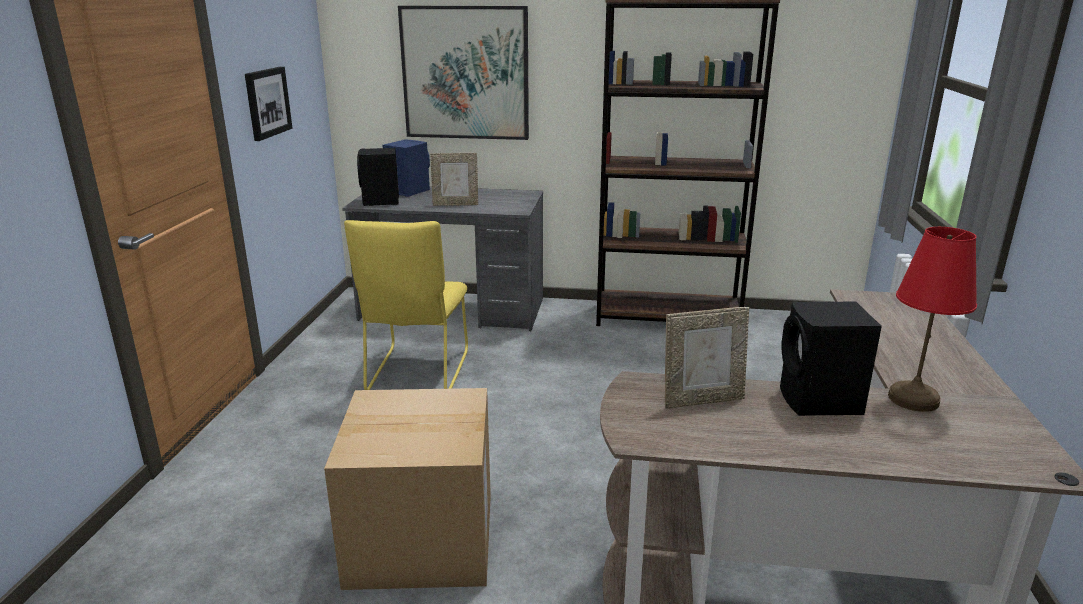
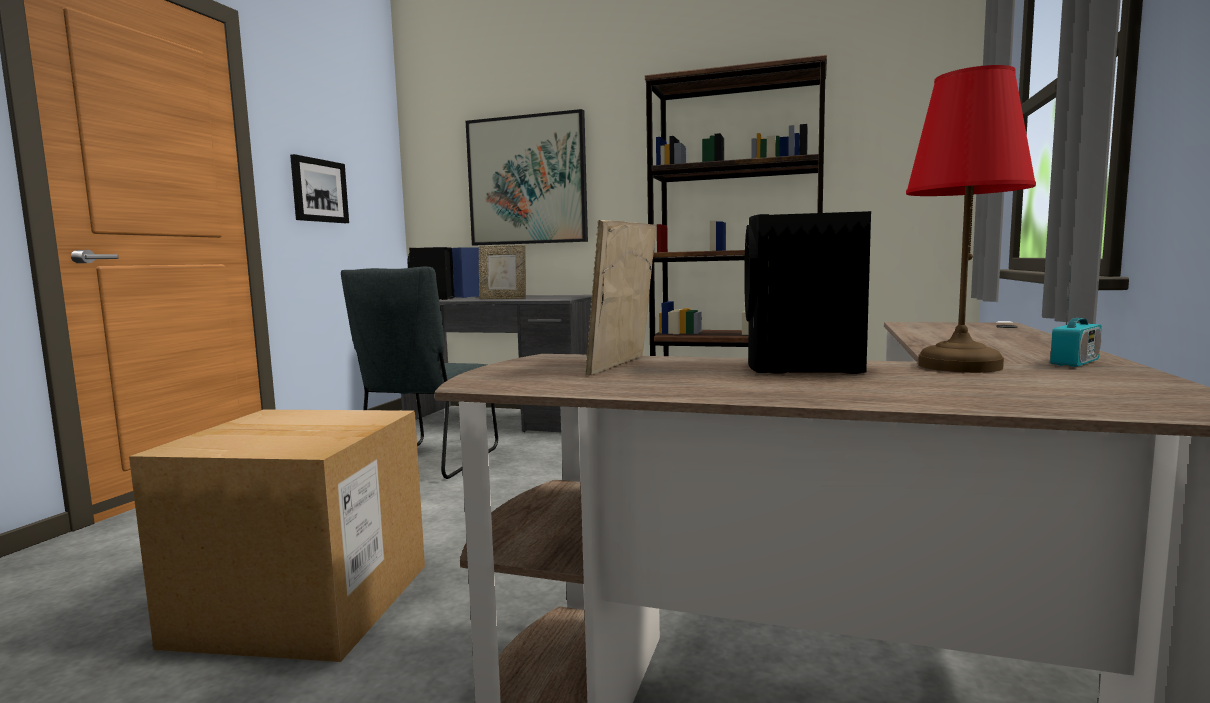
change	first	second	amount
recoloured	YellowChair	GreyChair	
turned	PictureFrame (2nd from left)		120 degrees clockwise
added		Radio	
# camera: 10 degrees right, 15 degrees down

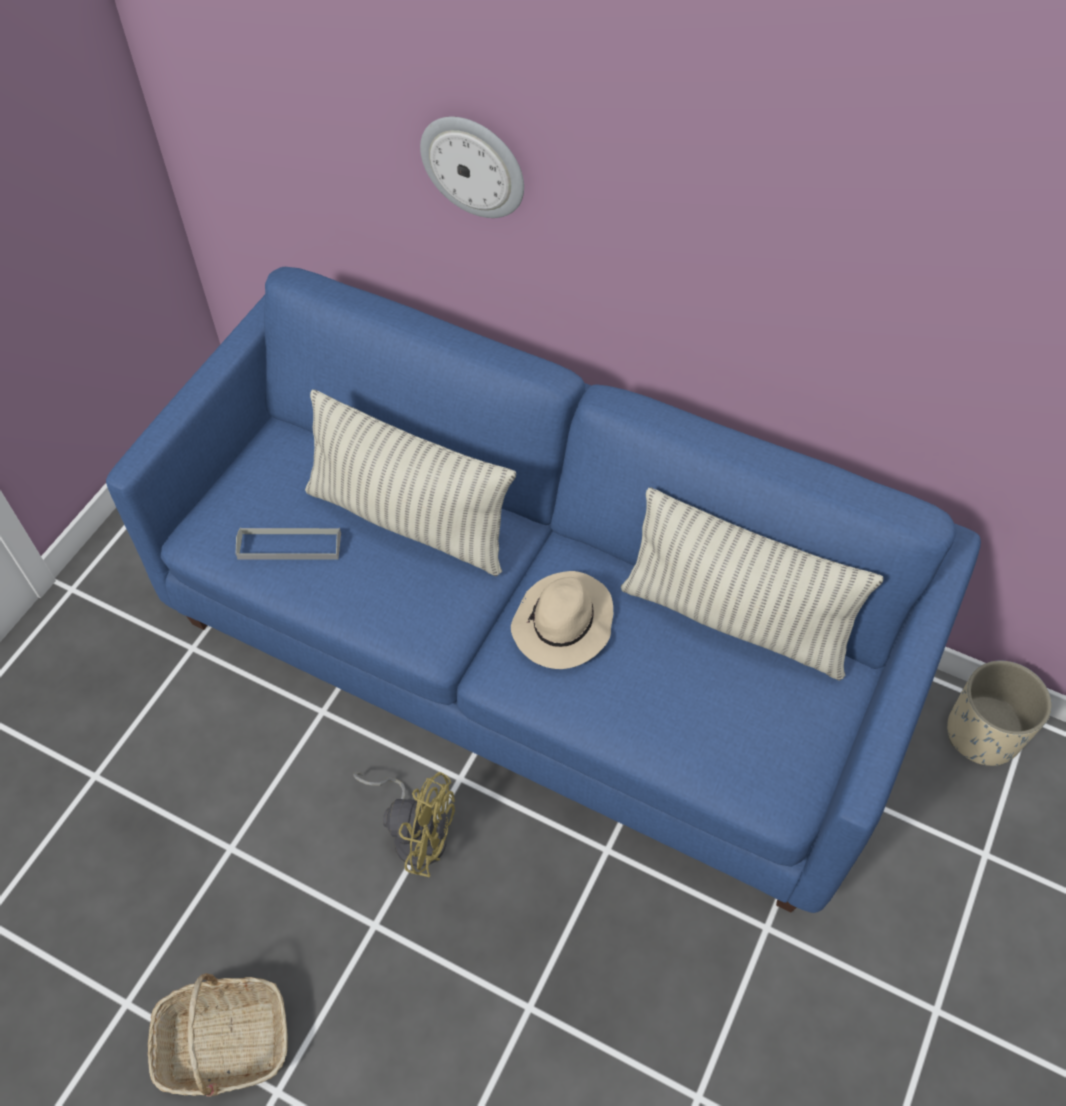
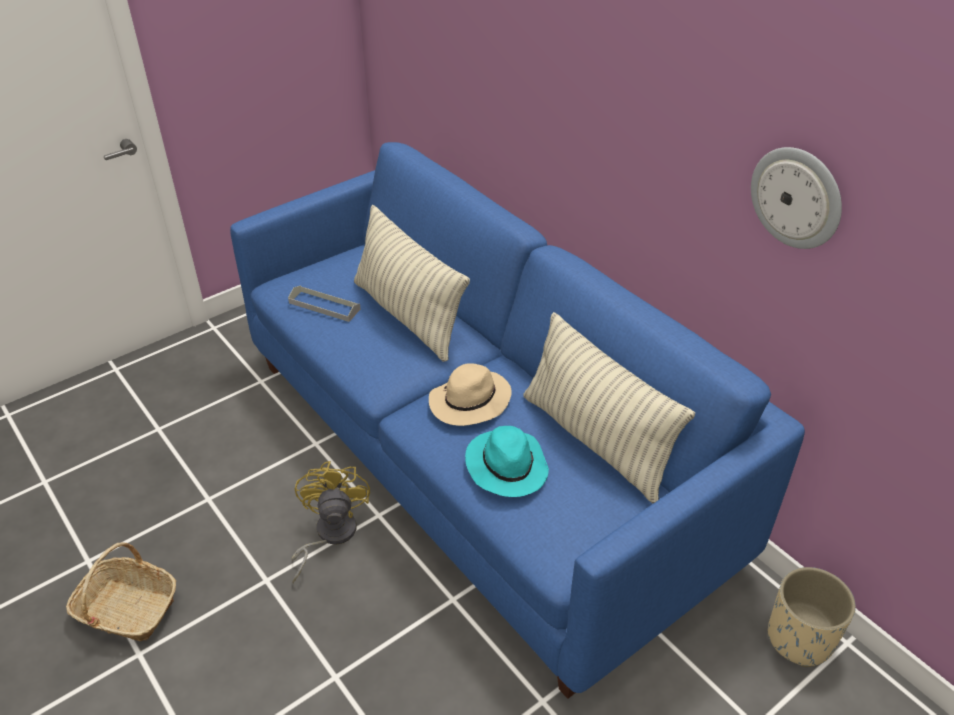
change	first	second	amount
turned	YellowFan		135 degrees counterclockwise
moved	WallClock		
added		TurquoiseHat	
# camera: 25 degrees right, 15 degrees down

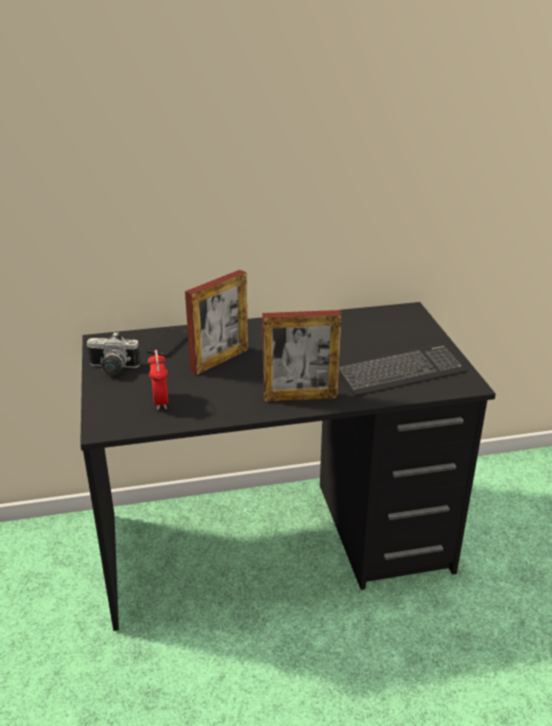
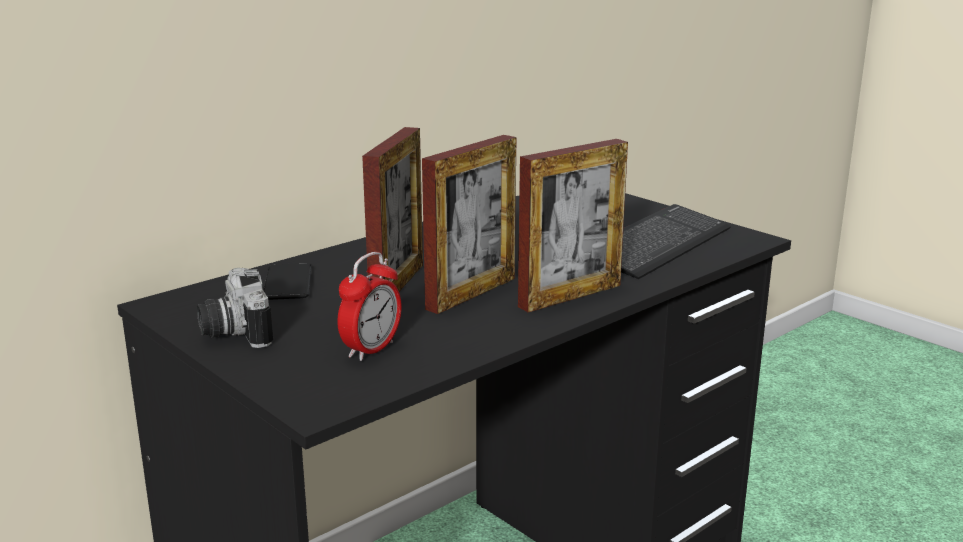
change	first	second	amount
turned	PhotoCamera		90 degrees clockwise
turned	AlarmClock		75 degrees clockwise
added		PictureFrame (2nd from left)	
# camera: 30 degrees left, 10 degrees down

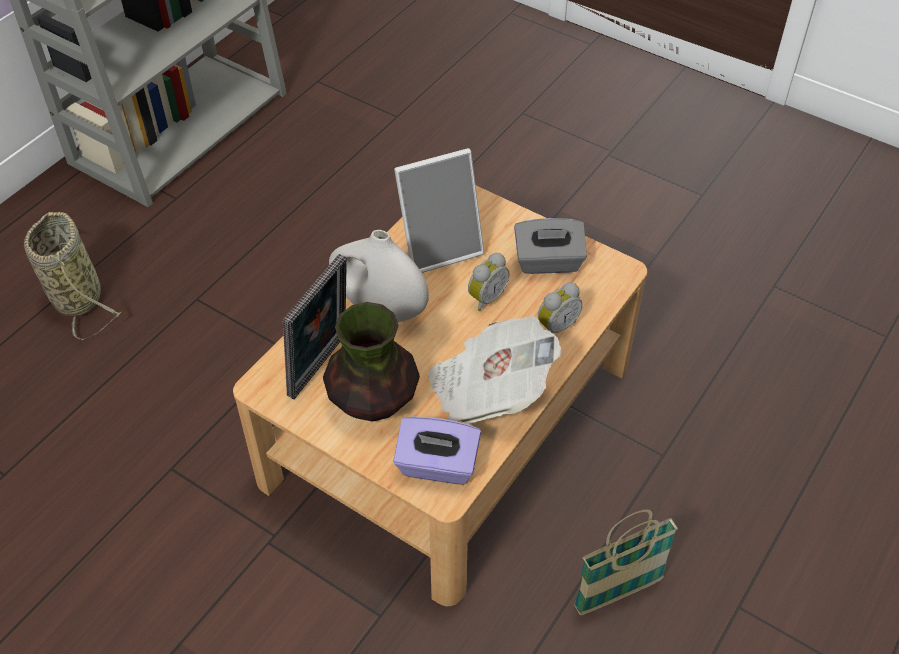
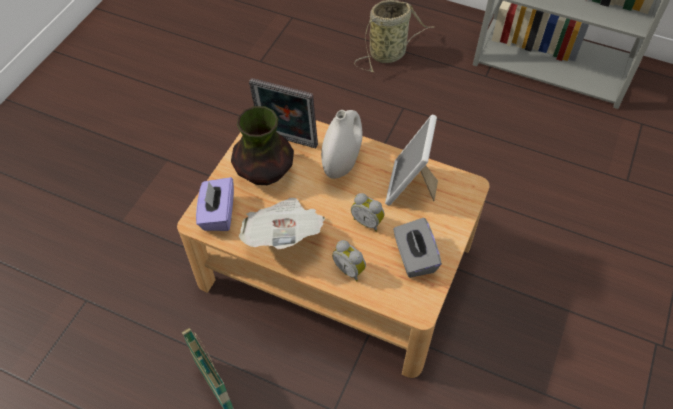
change	first	second	amount
turned	PictureFrame (2nd from left)		45 degrees clockwise
# camera: 80 degrees right, 5 degrees up

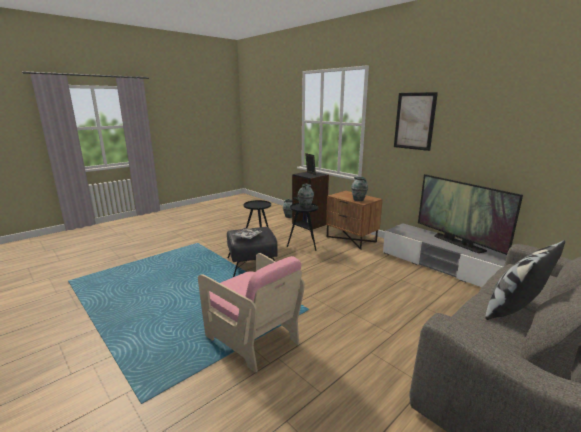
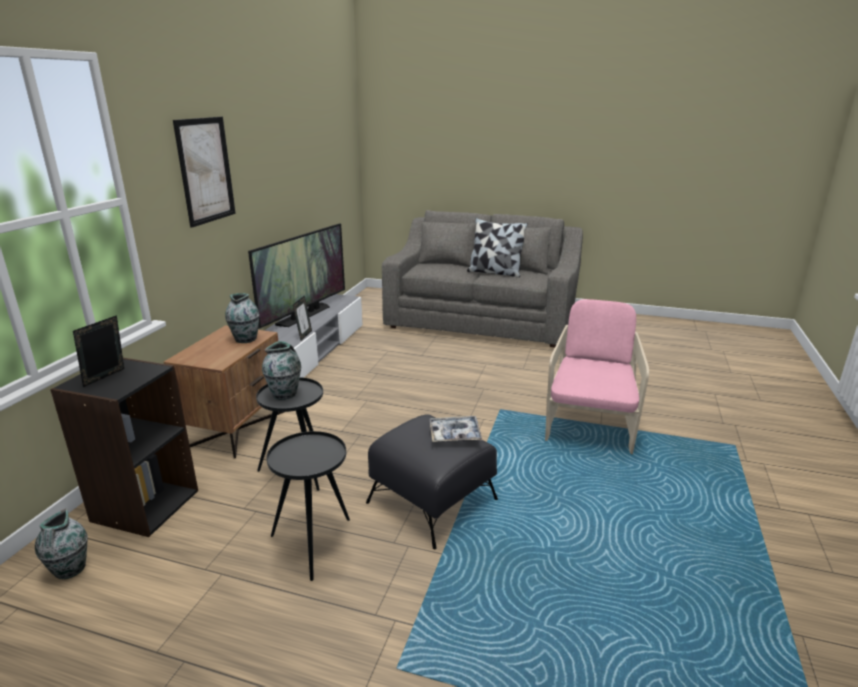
change	first	second	amount
added		PictureFrame (2nd from left)	
# camera: 120 degrees left, 5 degrees up

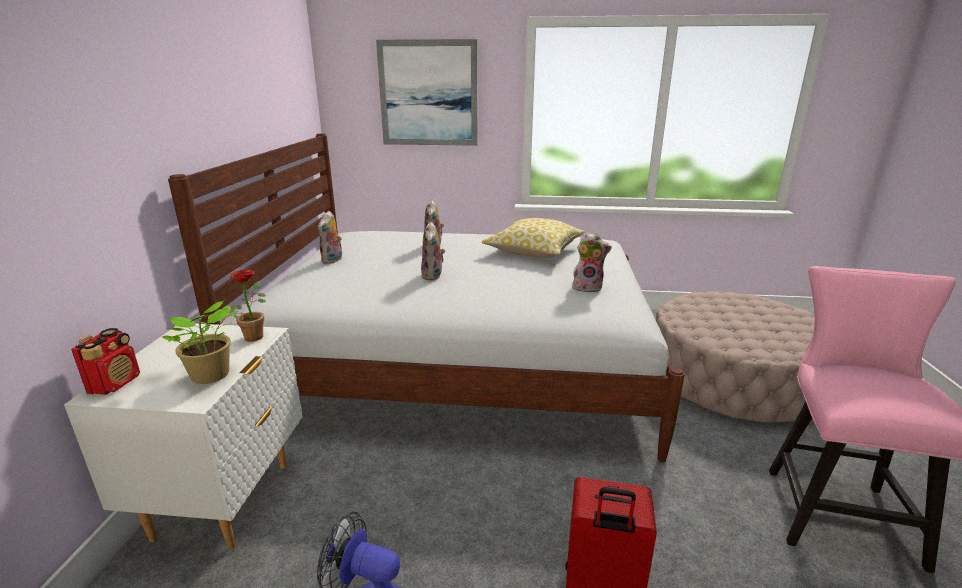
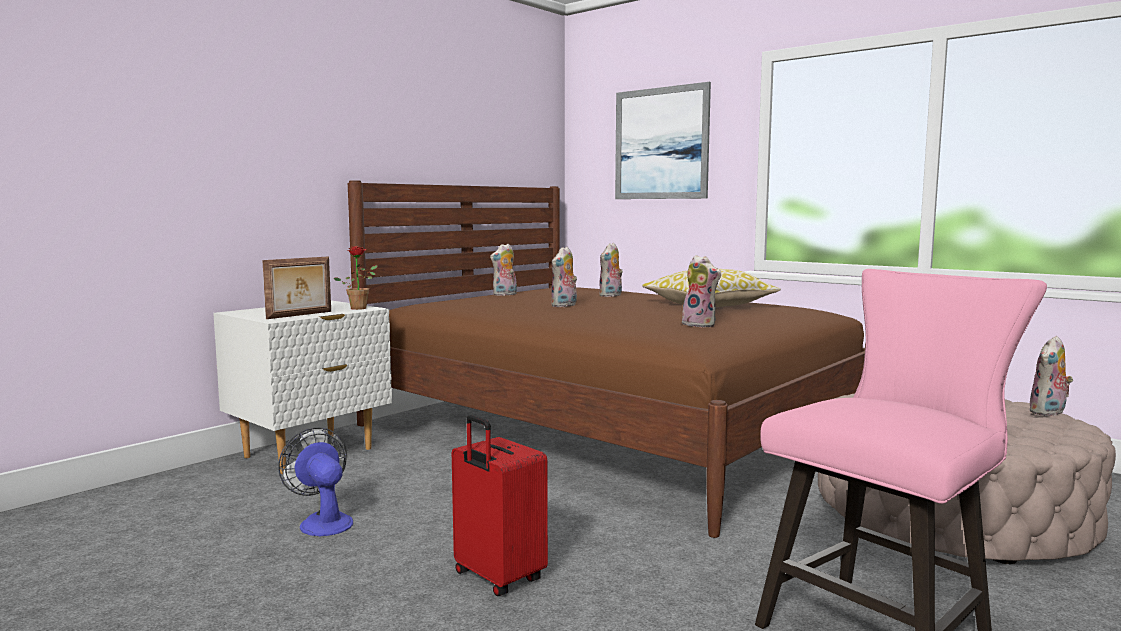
change	first	second	amount
removed	Radio		
replaced	PottedPlant (1st from left)	PictureFrame	
recoloured	WhiteBed	BrownBed	
added		PlushToy (5th from left)	
# camera: 35 degrees right, 15 degrees down

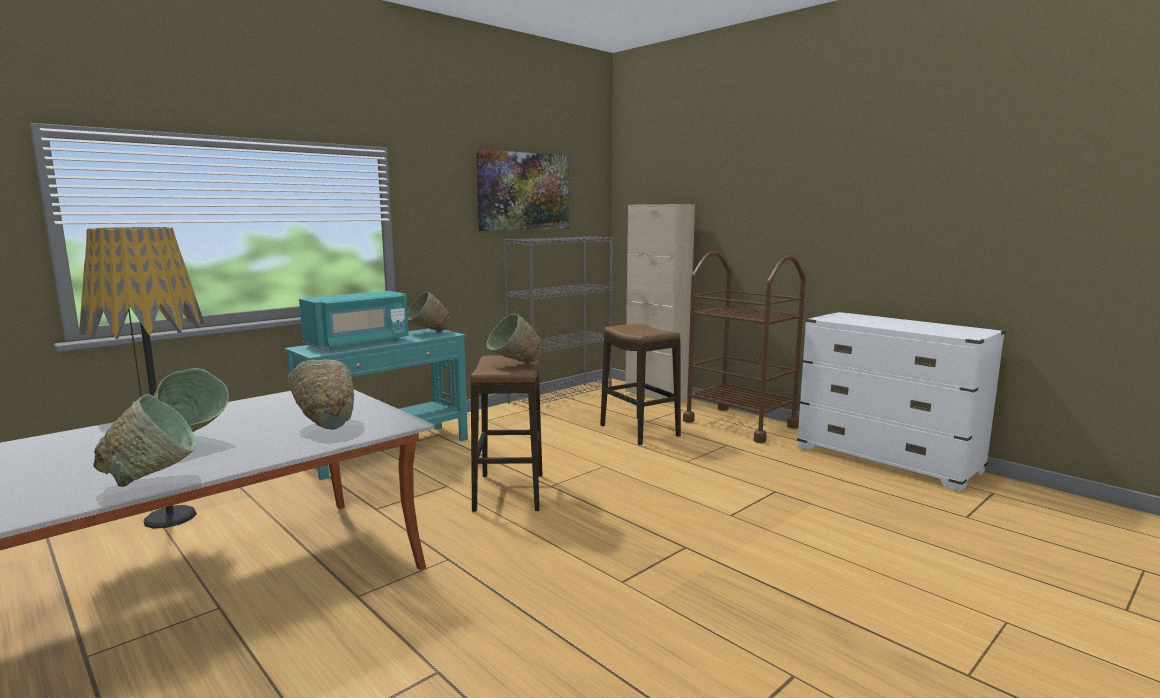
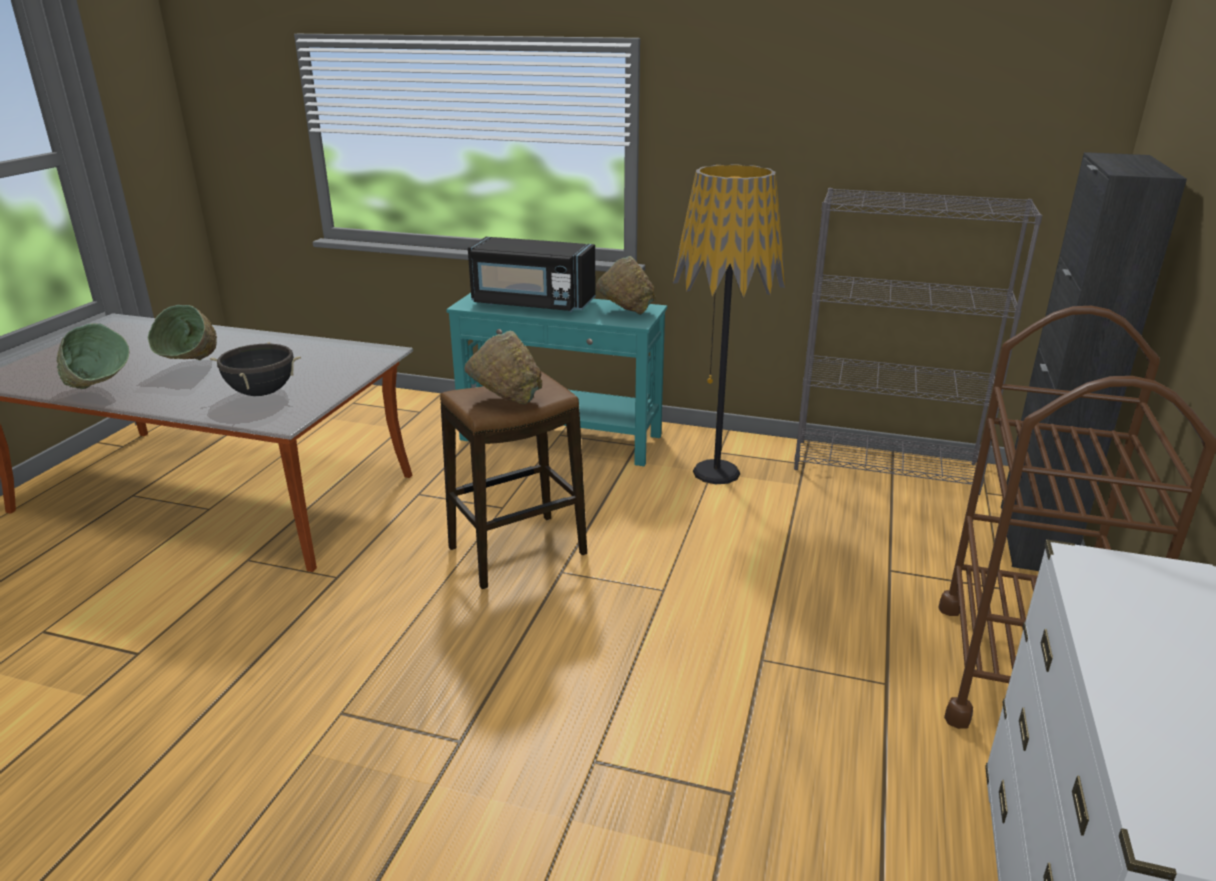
change	first	second	amount
moved	FloorLamp		
replaced	GreenBowl (3rd from left)	BlackCookingPot	
recoloured	TurquoiseMicrowave	BlackMicrowave	
removed	Picture		
removed	Stool (2nd from left)		
recoloured	BeigeCabinet	BlackCabinet	
# camera: 60 degrees right, 15 degrees up

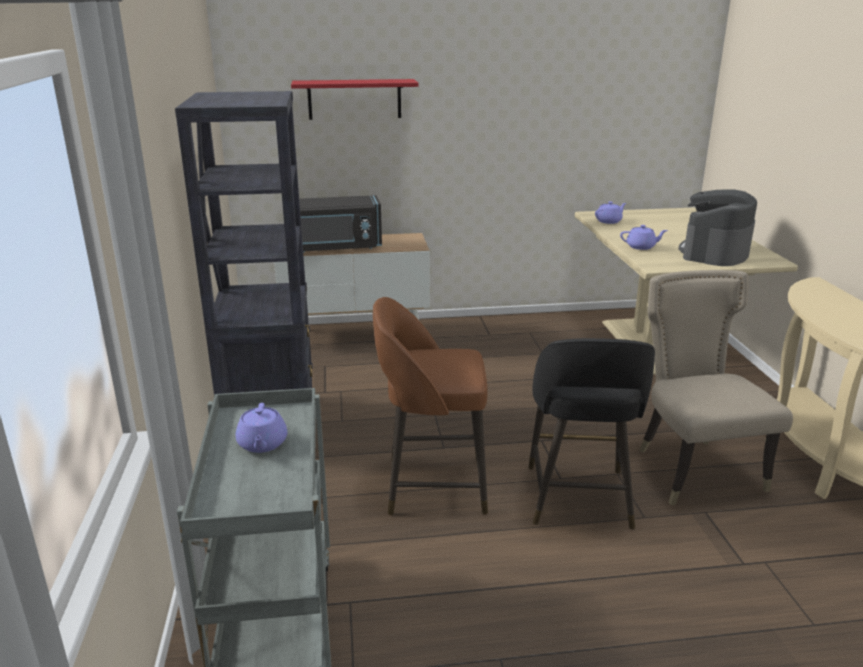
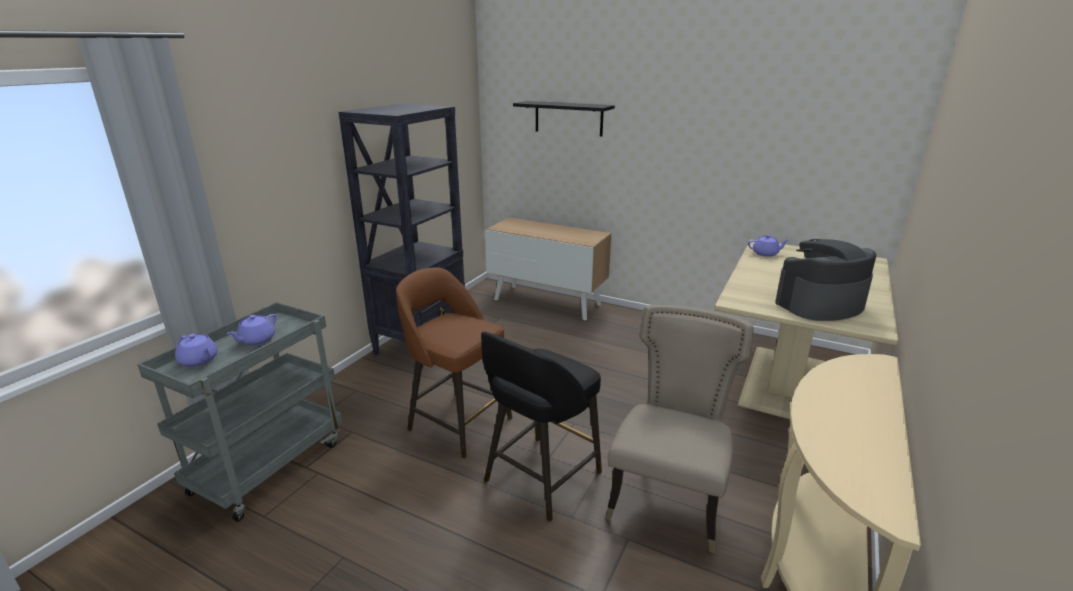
change	first	second	amount
recoloured	RedShelf	BlackShelf	
removed	BlackMicrowave		
moved	PurpleTeapot (3rd from left in the first image)	PurpleTeapot (1st from left)	
# camera: 35 degrees right, 0 degrees up

